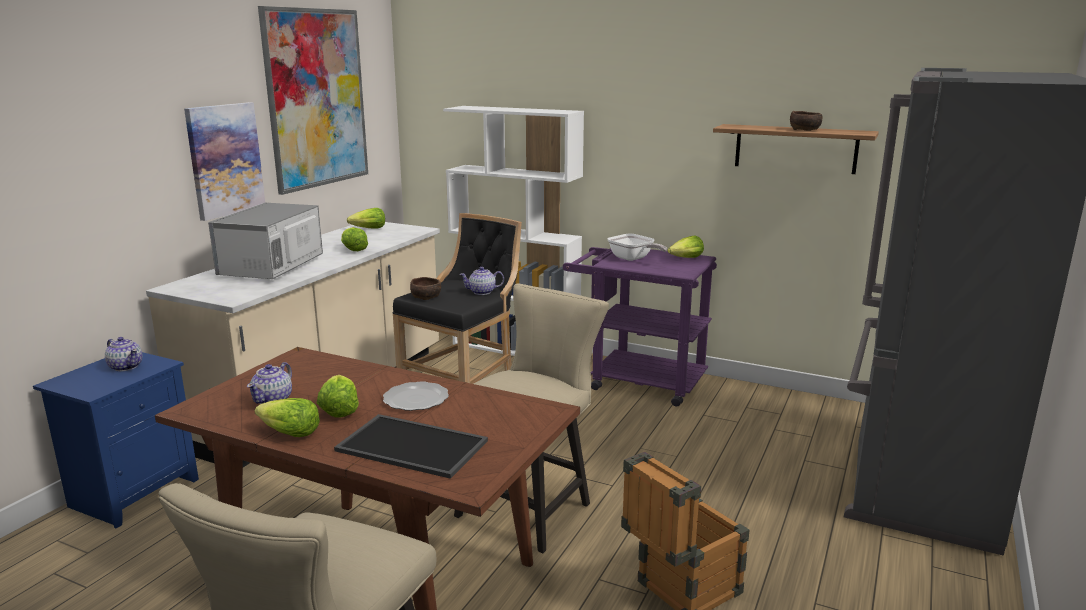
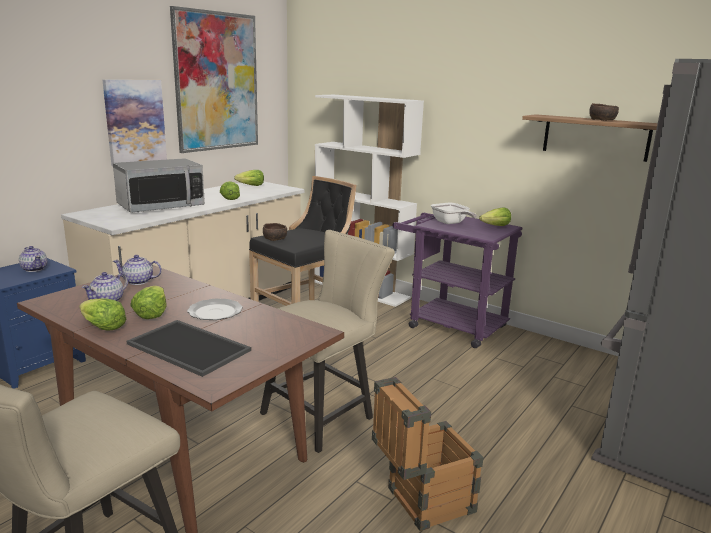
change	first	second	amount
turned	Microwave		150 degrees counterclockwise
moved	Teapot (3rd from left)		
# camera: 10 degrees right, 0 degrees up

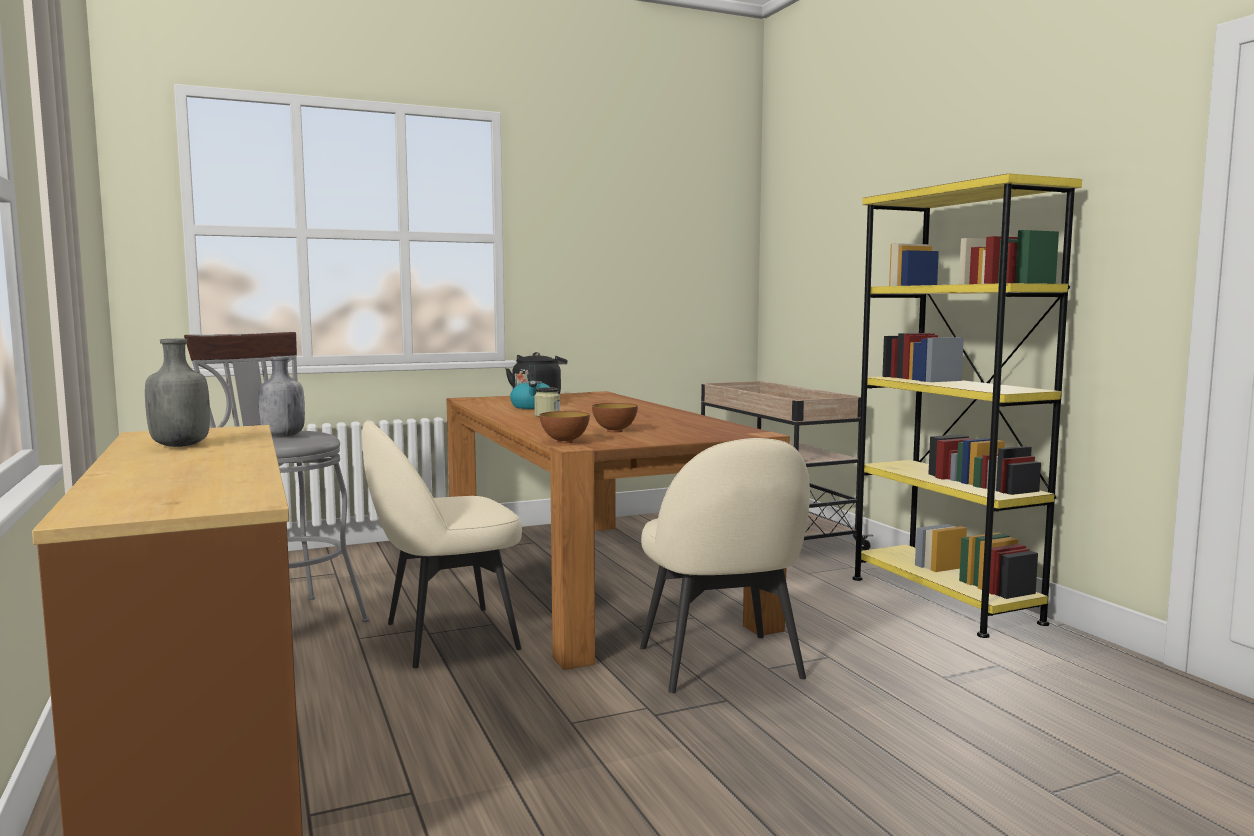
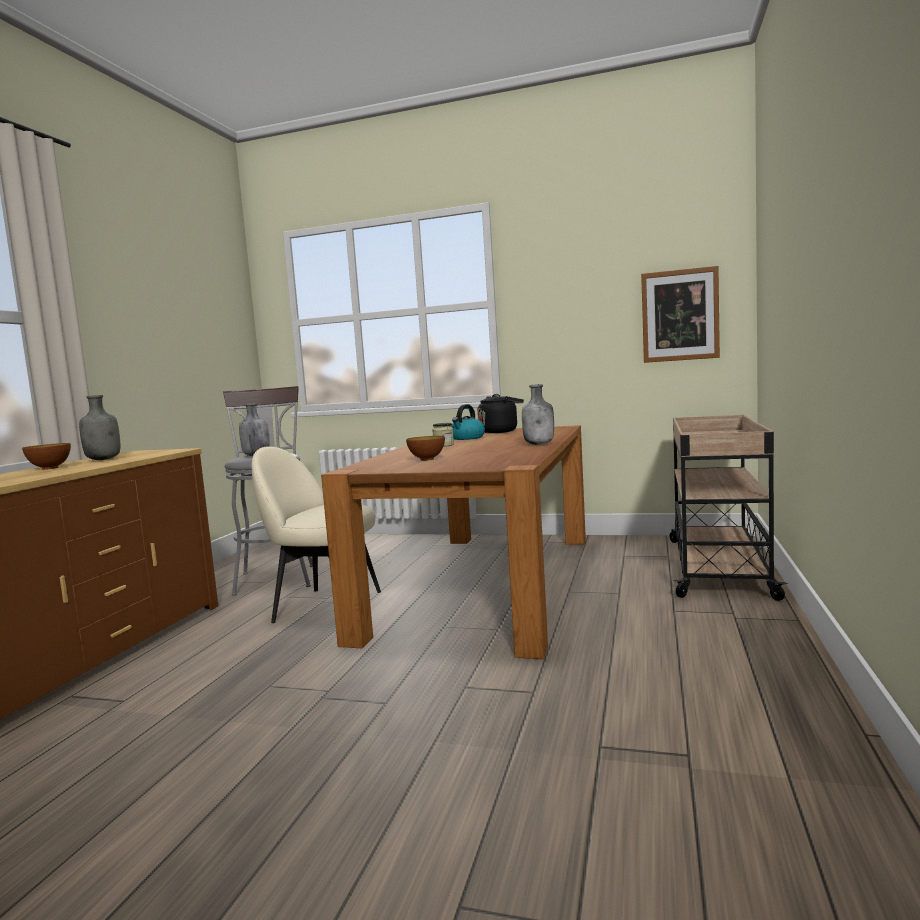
change	first	second	amount
moved	Bowl (1st from left)		
removed	BeigeChair (2nd from left)		
removed	YellowBookcase		
added		GreyBottle (3rd from left)	
added		Picture	
# camera: 40 degrees right, 0 degrees up

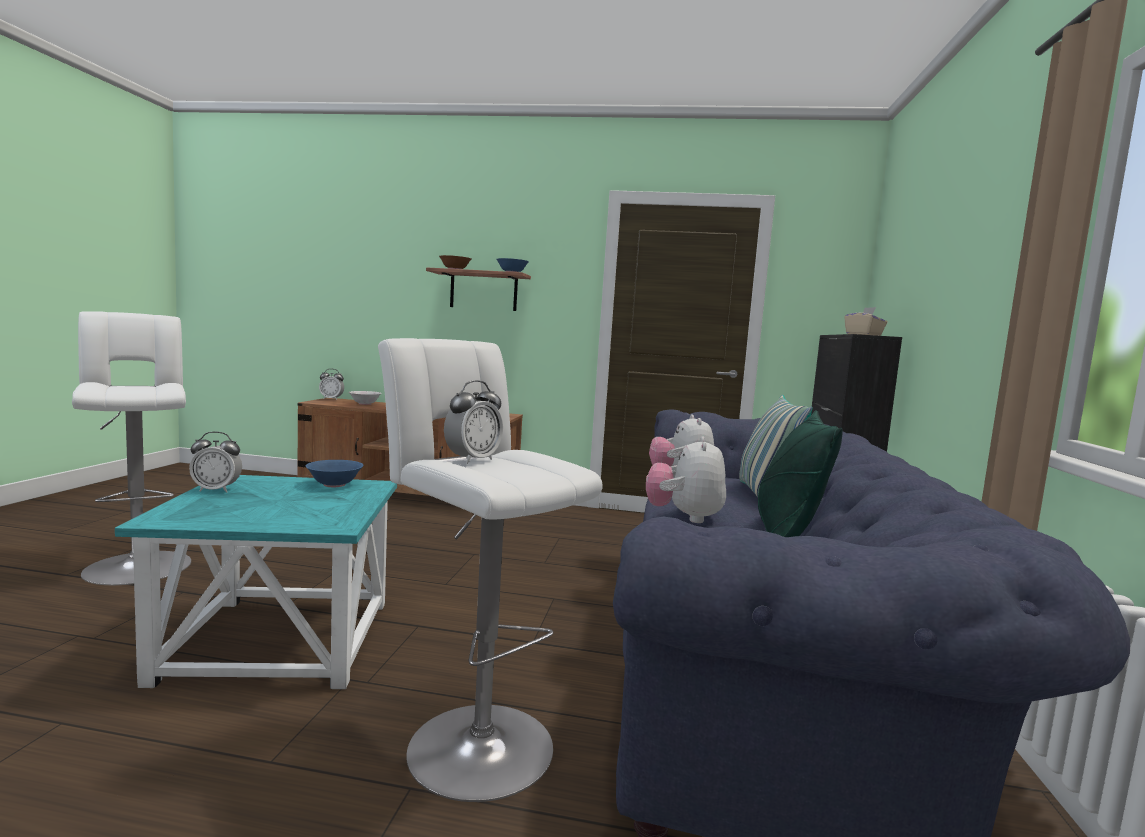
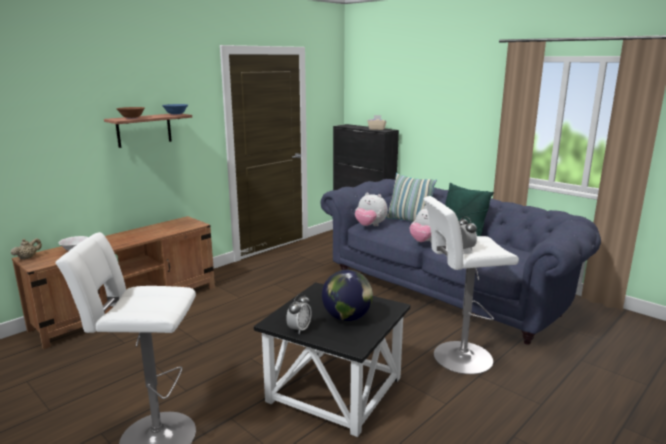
change	first	second	amount
recoloured	TurquoiseSideTable	BlackSideTable	
removed	BlueBowl (1st from left)		
replaced	AlarmClock (2nd from left)	BeigeTeapot	
added		Globe	
# camera: 55 degrees left, 10 degrees up

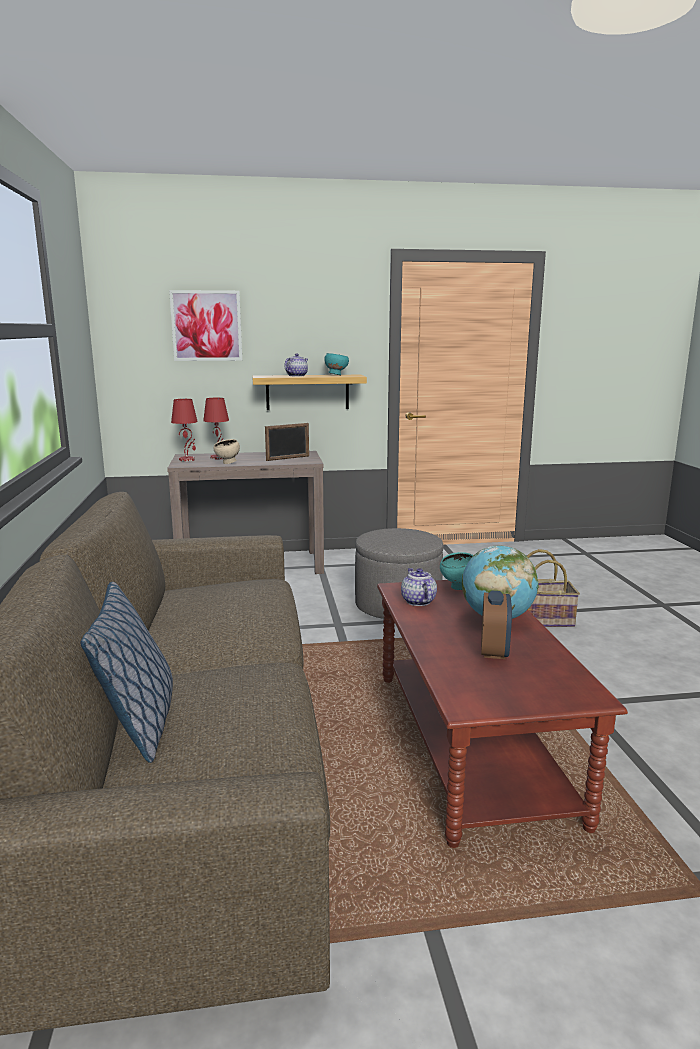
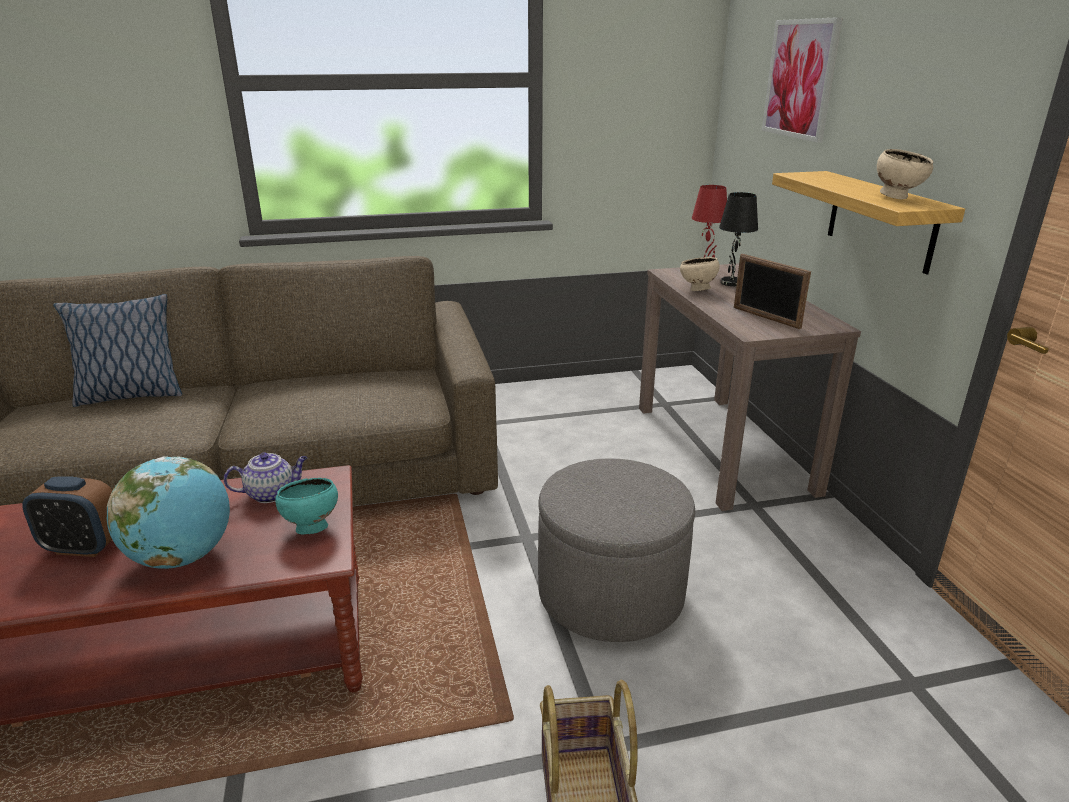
change	first	second	amount
recoloured	RedTableLamp (2nd from left)	BlackTableLamp	
removed	Teapot (1st from left)		
recoloured	TurquoiseBowl (1st from left)	BeigeBowl (2nd from left)	
# camera: 85 degrees right, 10 degrees up

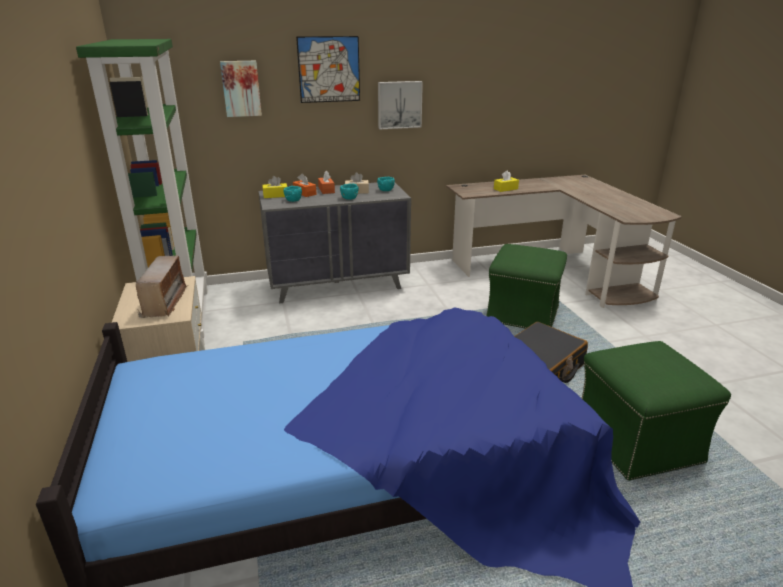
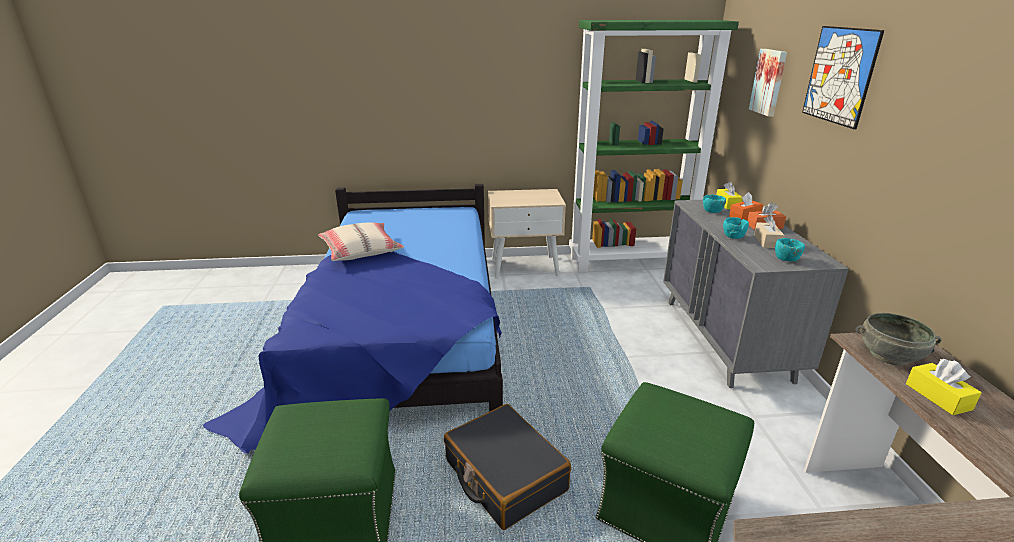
change	first	second	amount
removed	Radio		
removed	Picture (3rd from left)		
added		BeigePillow	
added		GreyBowl	
# camera: 100 degrees right, 0 degrees up

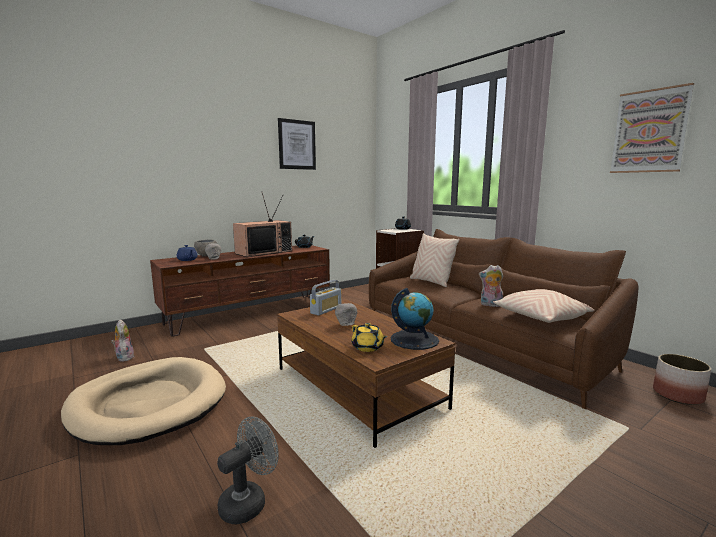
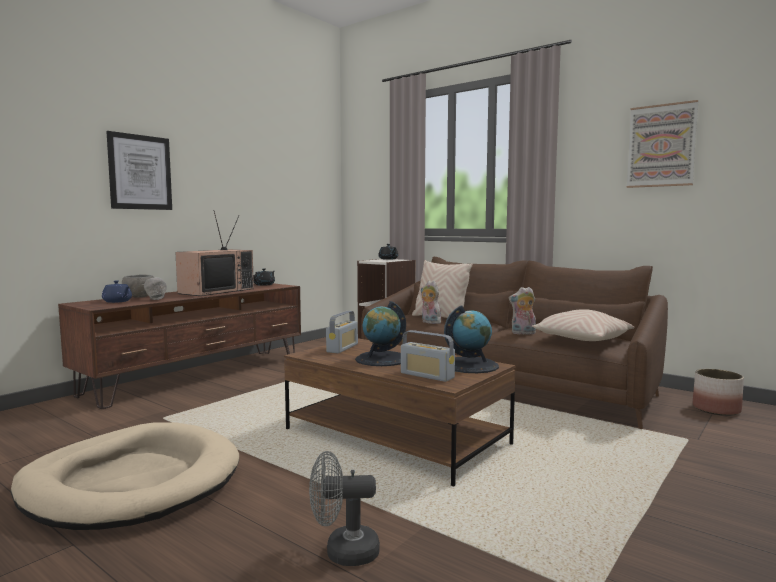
change	first	second	amount
moved	PlushToy (1st from left)		
turned	GreyFan		120 degrees counterclockwise
moved	Picture (1st from left)		
replaced	GreyBowl (3rd from left)	Globe (1st from left)	
replaced	YellowTeapot	Radio (2nd from left)	
# camera: 15 degrees left, 5 degrees down

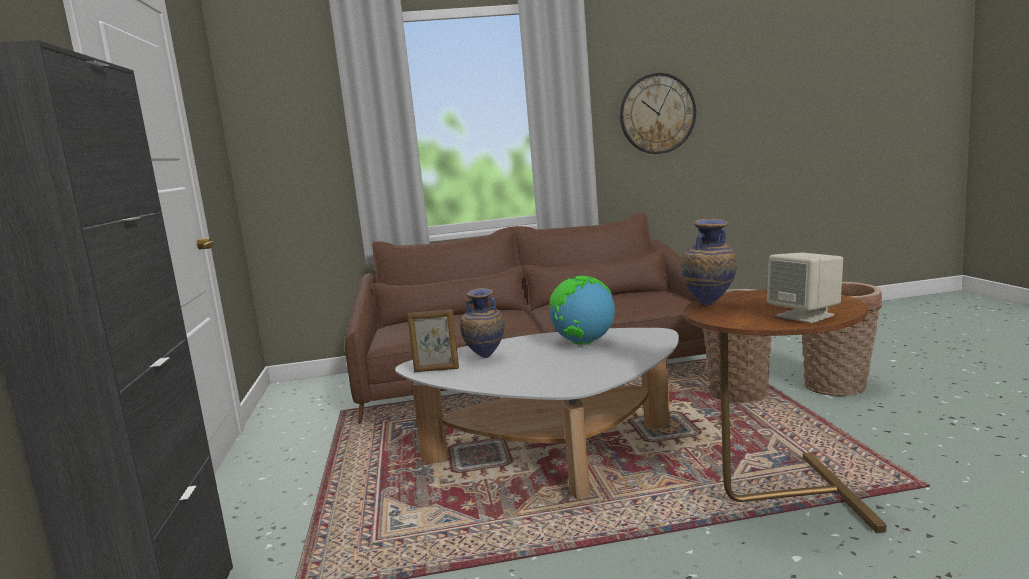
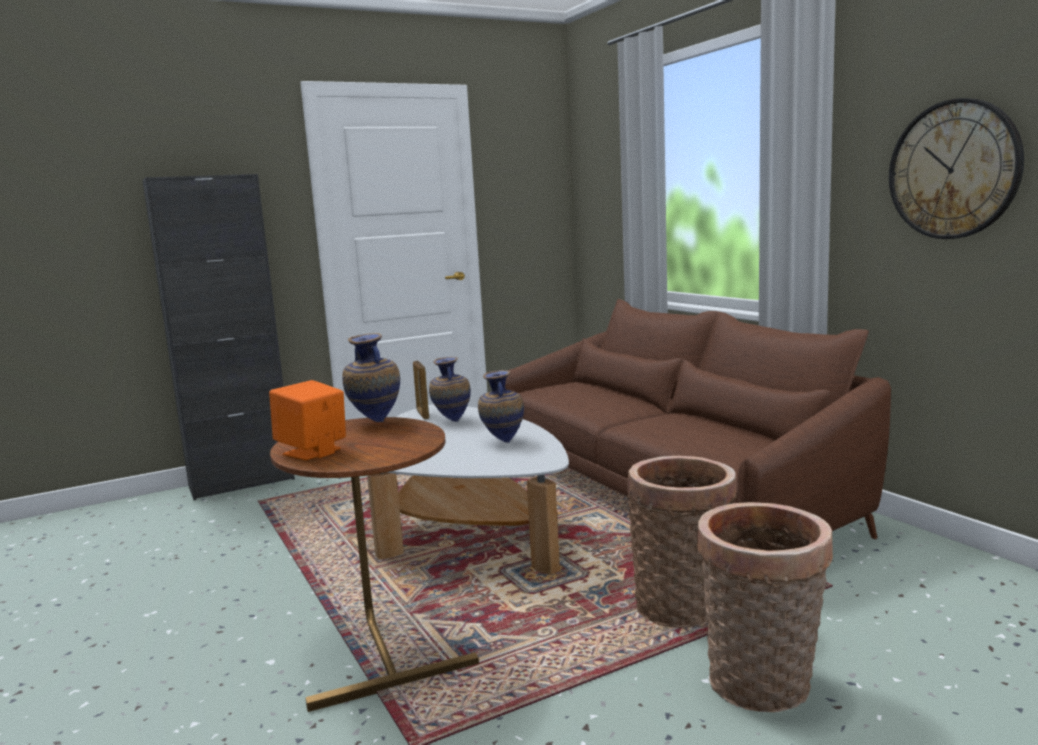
change	first	second	amount
replaced	Globe	Vase (3rd from left)	
recoloured	BeigeSpeaker	OrangeSpeaker	
# camera: 70 degrees right, 0 degrees up

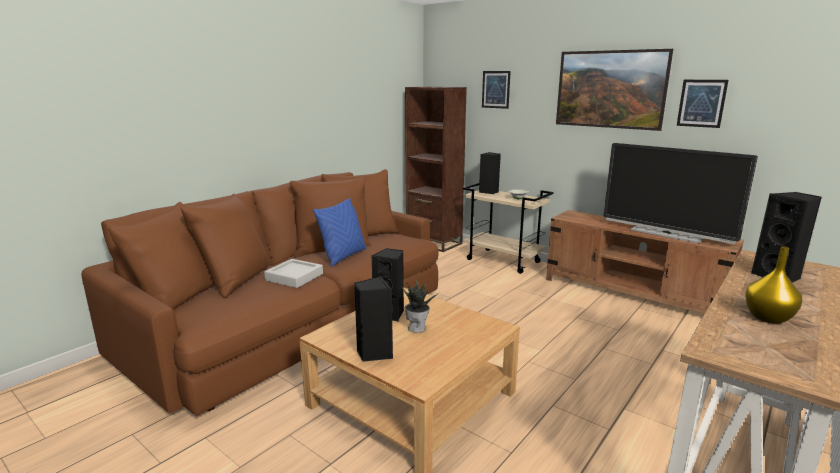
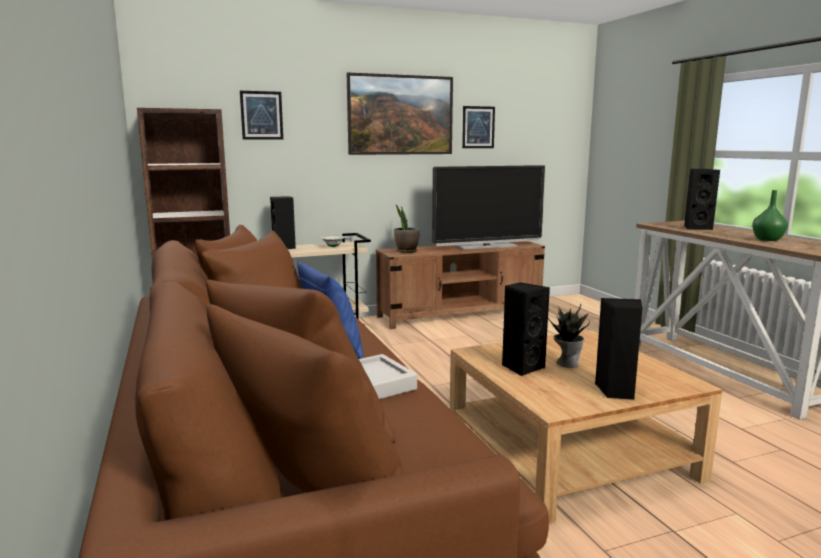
change	first	second	amount
recoloured	YellowVase	GreenVase	
added		PottedPlant (1st from left)	
# camera: 60 degrees left, 5 degrees down

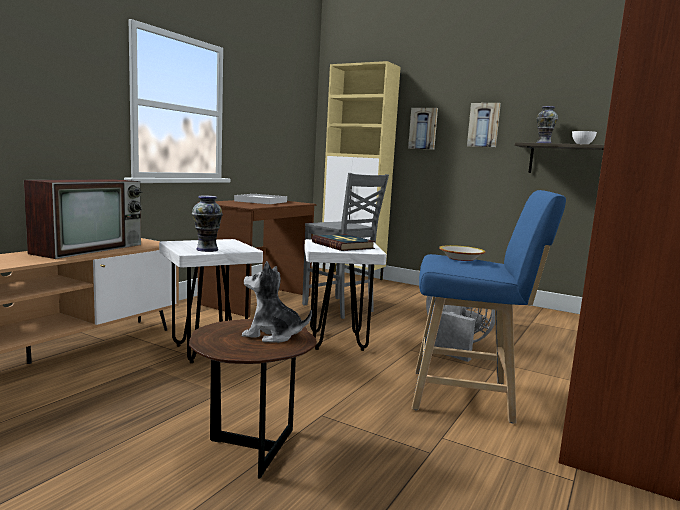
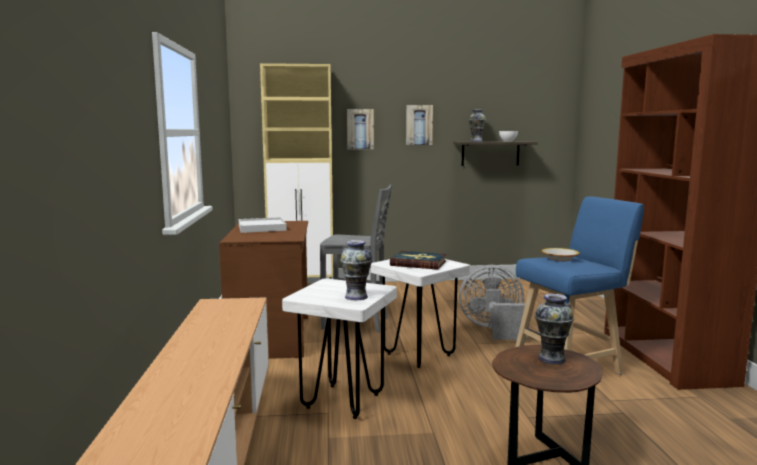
change	first	second	amount
removed	Television		
replaced	PlushToy	Vase (3rd from left)	
# camera: 35 degrees left, 0 degrees up

